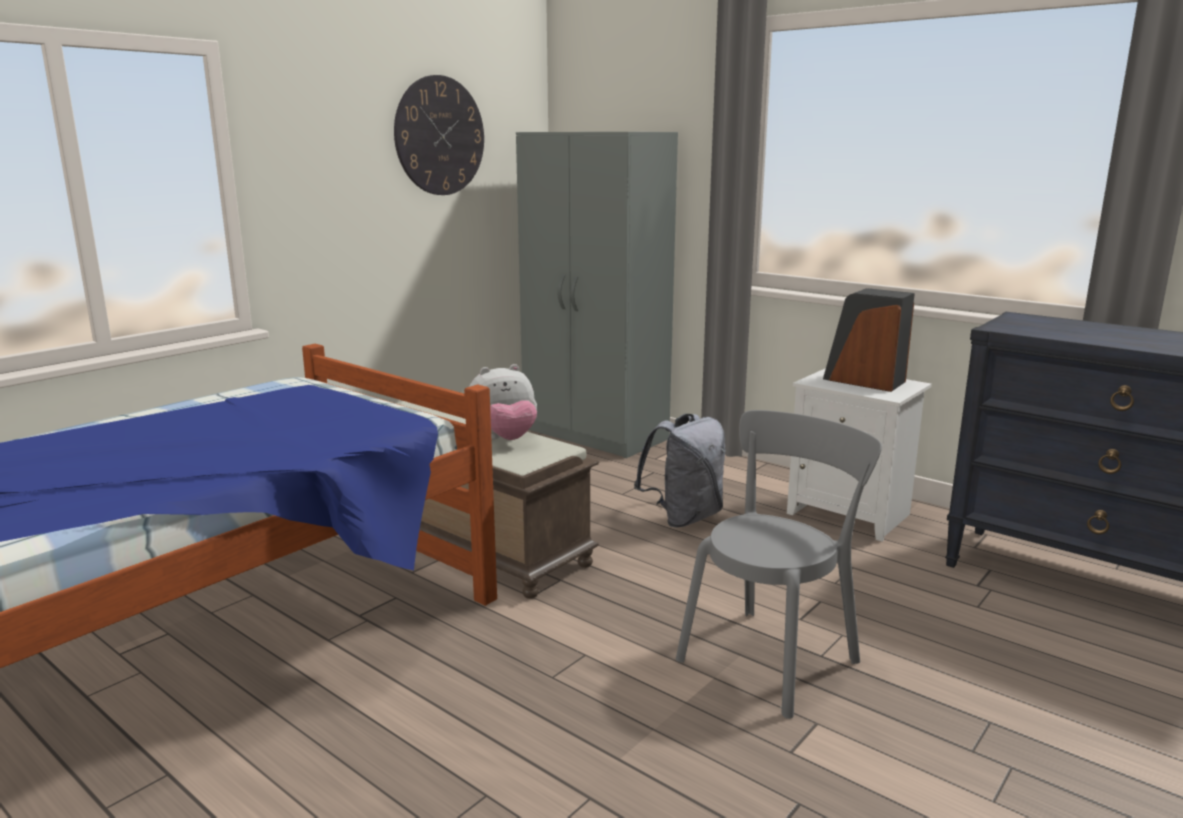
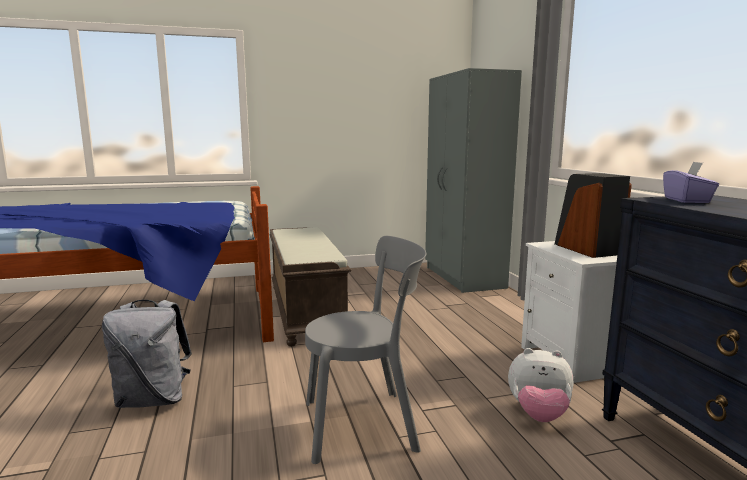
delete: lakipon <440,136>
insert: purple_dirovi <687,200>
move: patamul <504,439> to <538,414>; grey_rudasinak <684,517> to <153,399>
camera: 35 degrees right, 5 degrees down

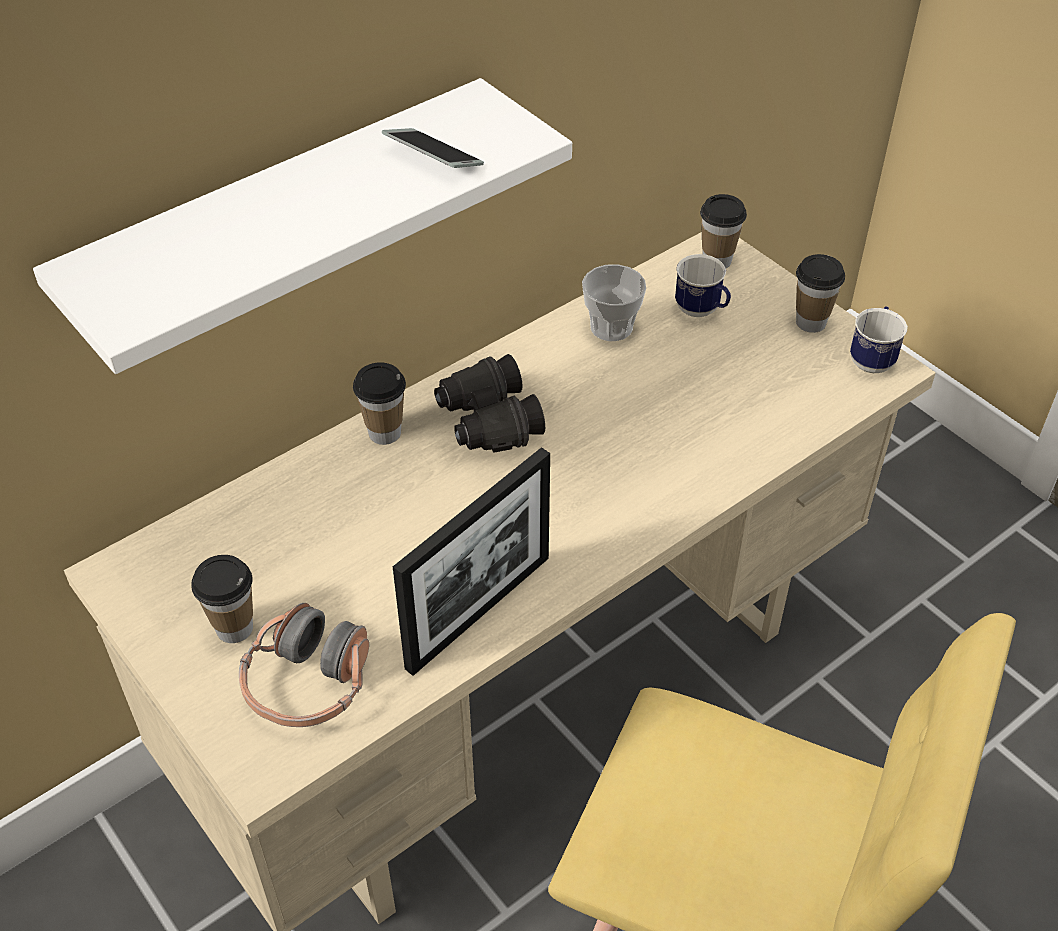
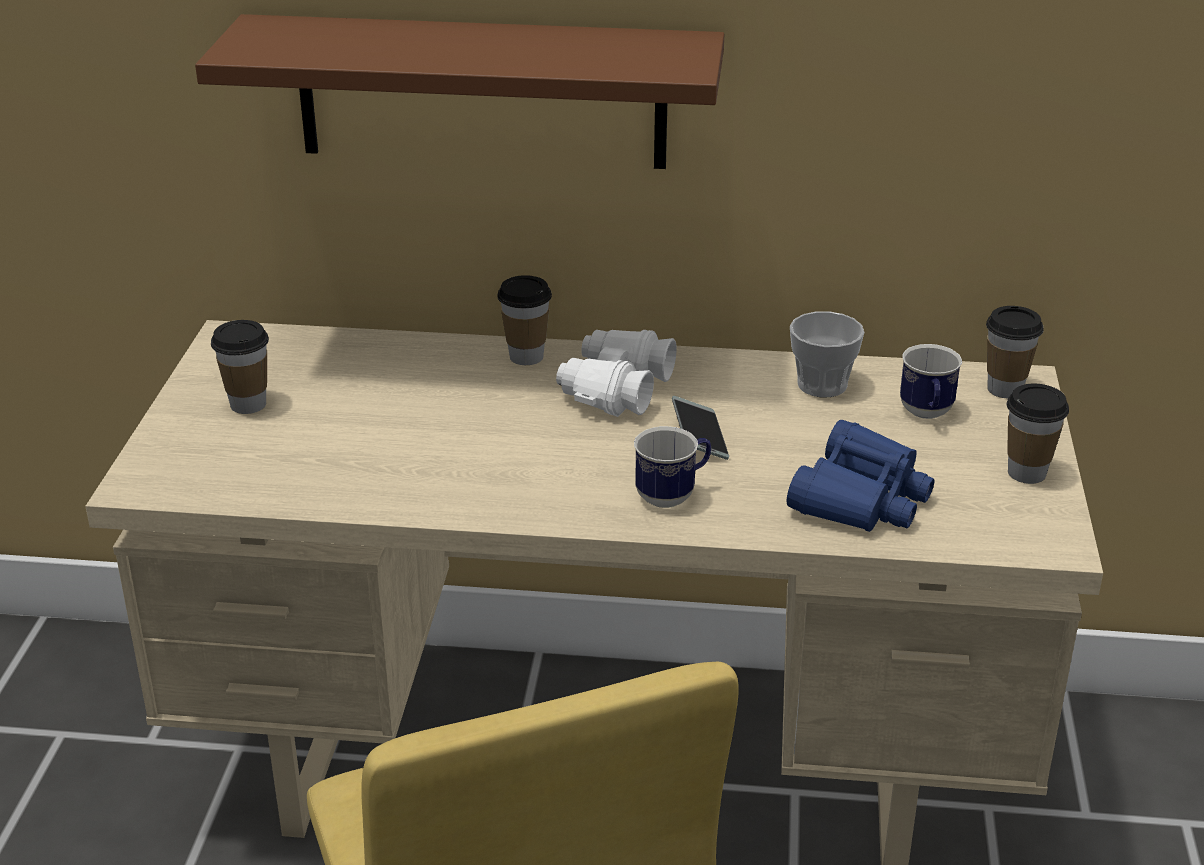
delete: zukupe <479,612>; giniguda <308,683>
insert: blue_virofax <861,498>
move: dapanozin <433,157> to <699,436>; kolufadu <872,358> to <673,495>
recolor: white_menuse <284,227> to brown_menuse <481,92>; black_virofax <488,421> to white_virofax <614,389>
camera: 45 degrees right, 15 degrees down

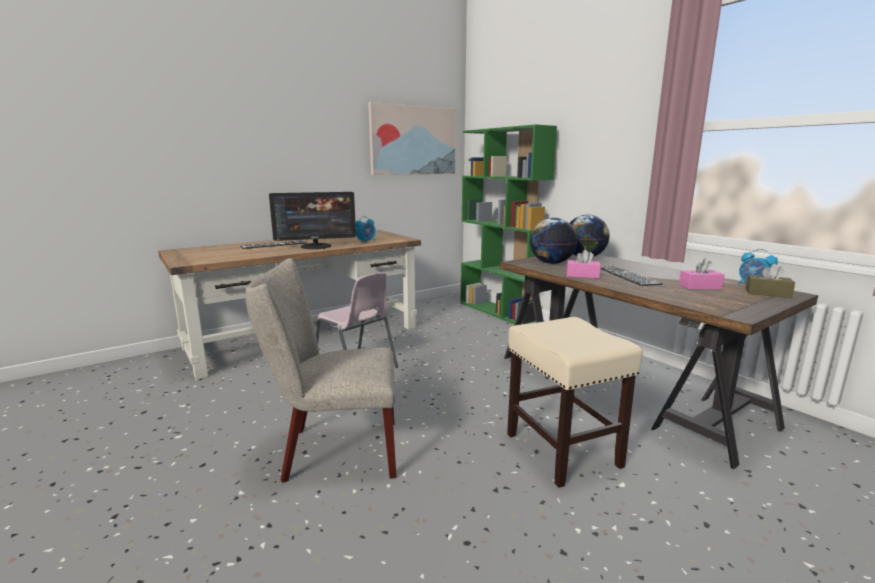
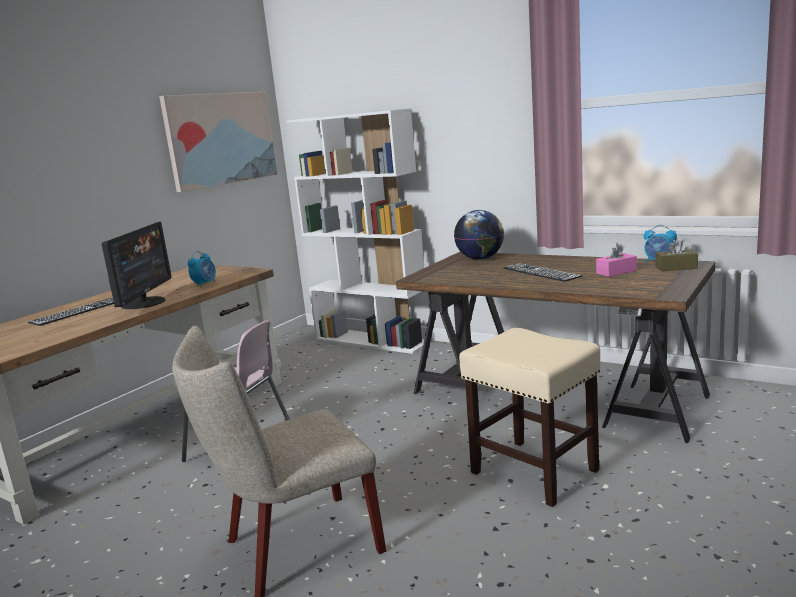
delete: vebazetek <551,263>; pink_dirovi <582,275>
recolor: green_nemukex <500,312> to white_nemukex <372,341>
rotate: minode <316,246> = <144,303> 45 degrees counterclockwise
camera: 20 degrees left, 0 degrees up

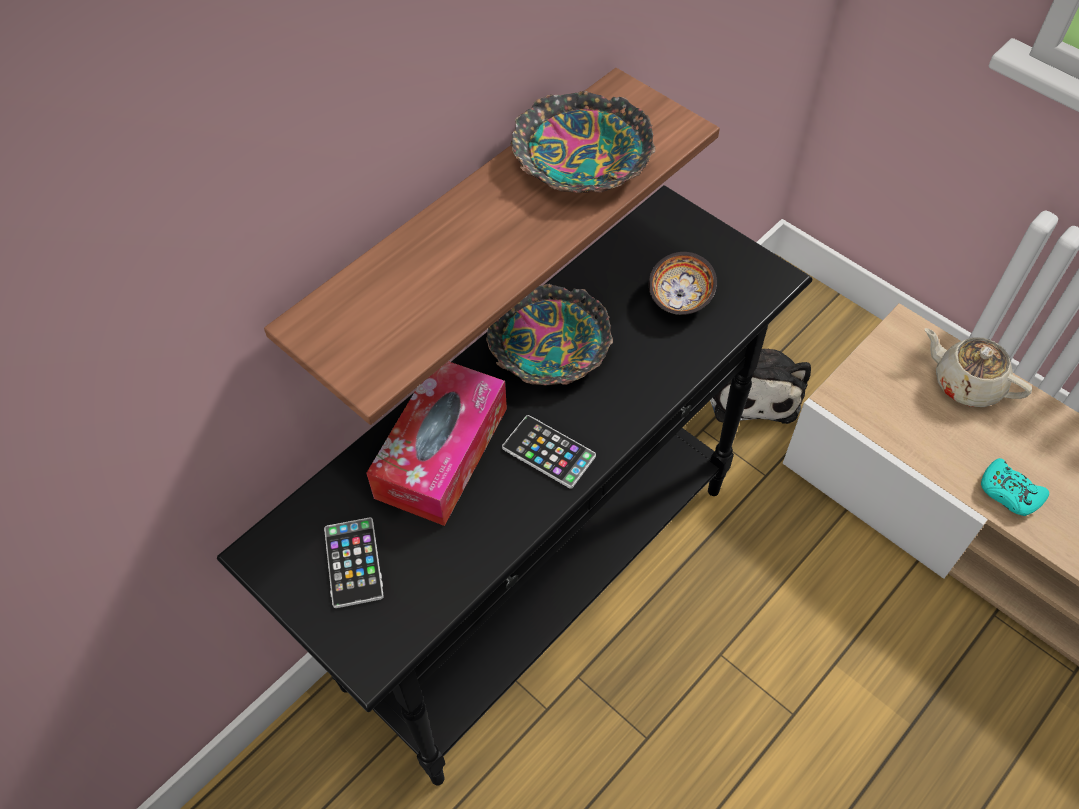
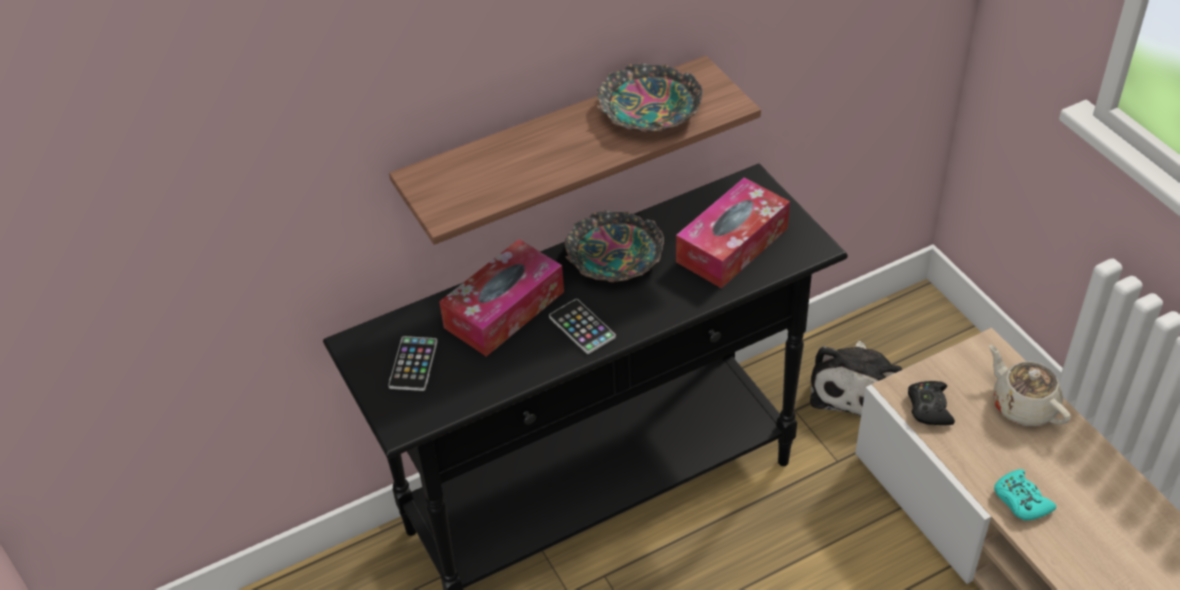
insert: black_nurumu <929,407>
replace: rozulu <680,297> to dirovi <732,245>
camera: 20 degrees right, 10 degrees down

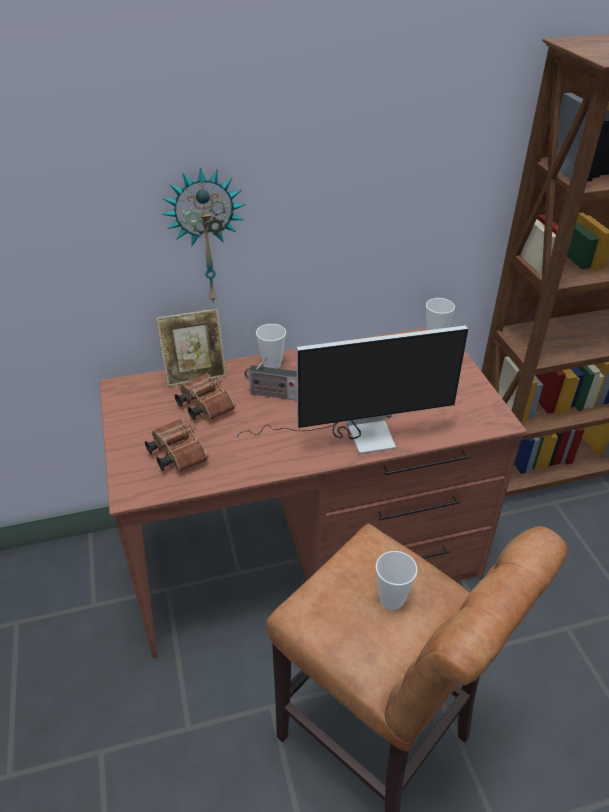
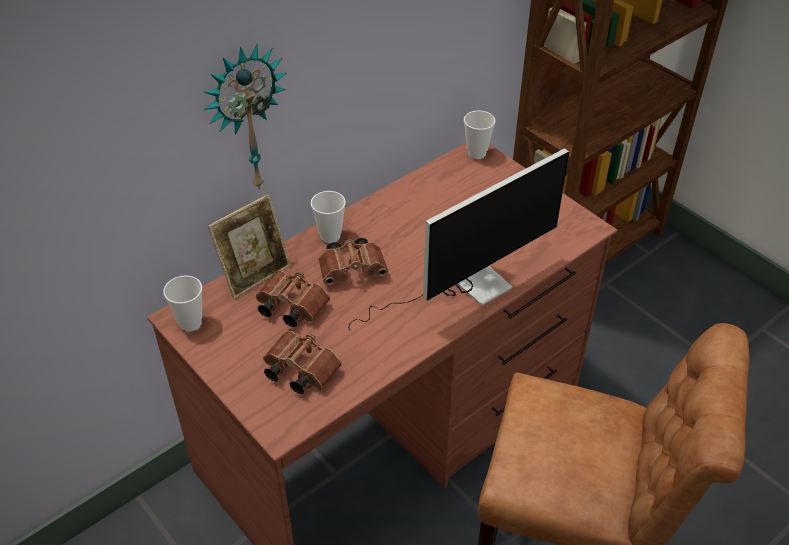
move: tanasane <391,600> to <190,323>
replace: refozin <272,395> to brown_virofax <354,271>
camera: 25 degrees left, 5 degrees up

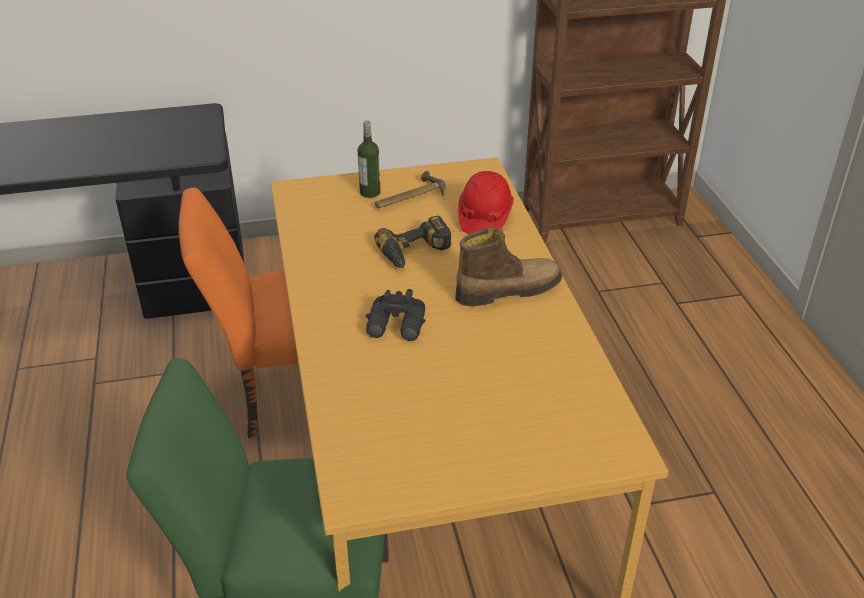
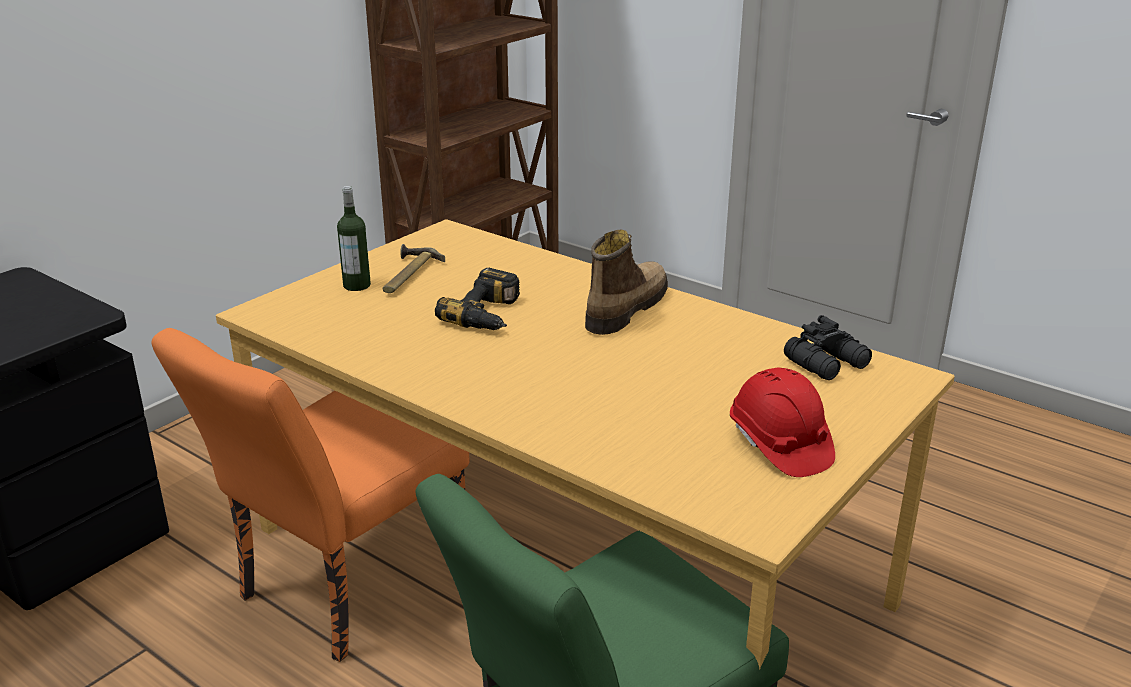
move: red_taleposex <484,217> to <779,445>; black_virofax <397,327> to <828,363>
camera: 40 degrees left, 10 degrees down

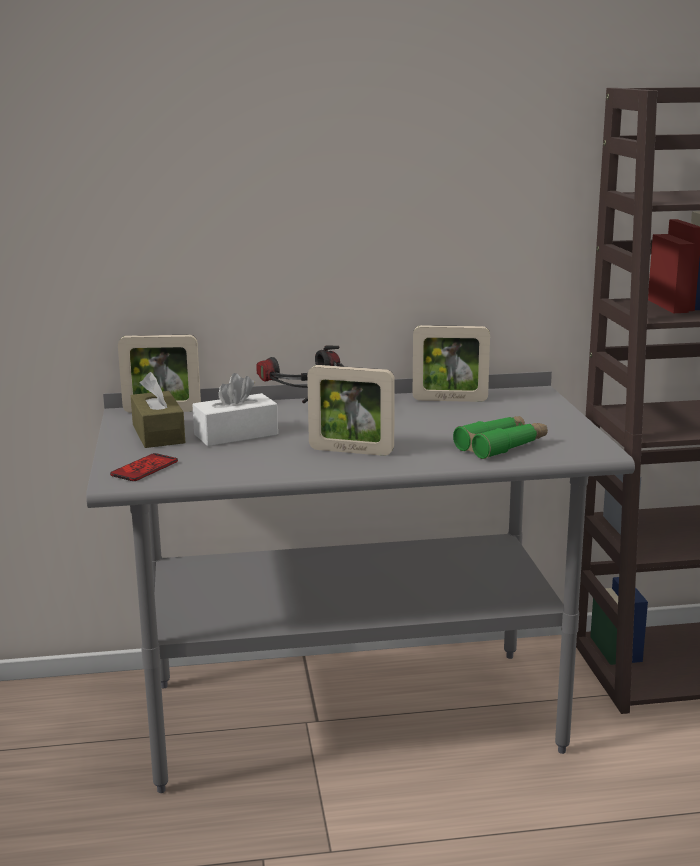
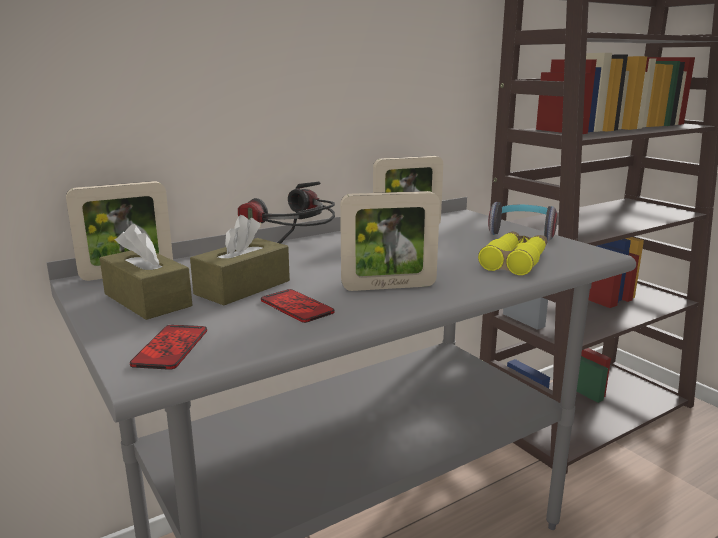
insert: giniguda <523,232>; dapanozin <296,307>
recolor: white_dirovi <236,434> to brown_dirovi <243,287>; green_virofax <501,446> to yellow_virofax <515,261>
camera: 25 degrees left, 0 degrees up

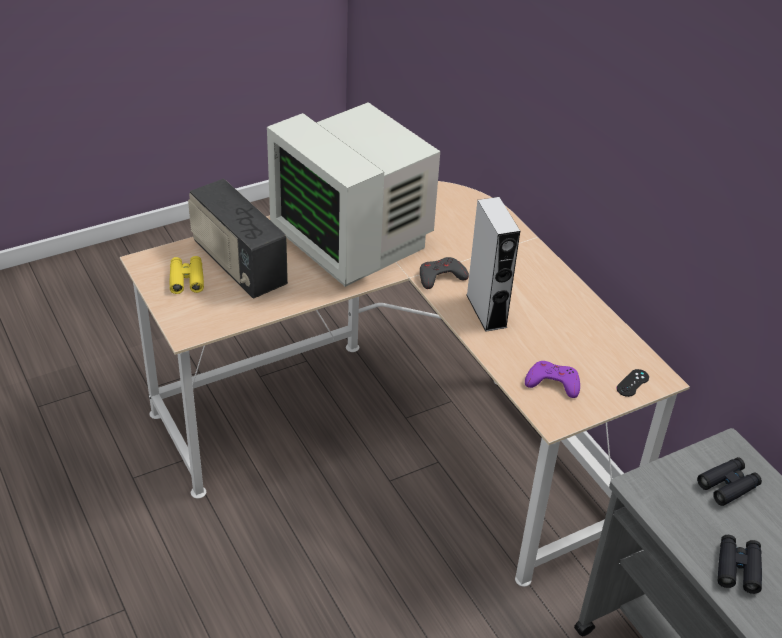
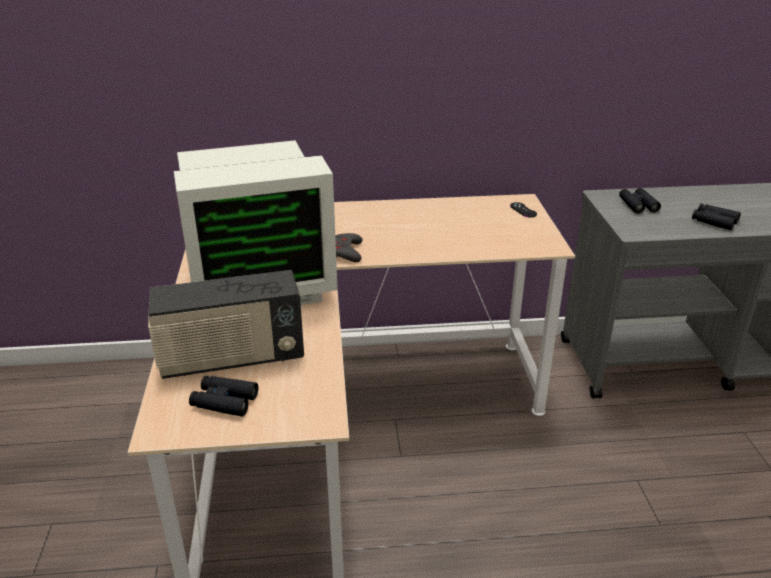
delete: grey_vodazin <486,311>; purple_nurumu <553,383>
recolor: yellow_virofax <187,279> to black_virofax <224,401>
camera: 65 degrees left, 10 degrees down

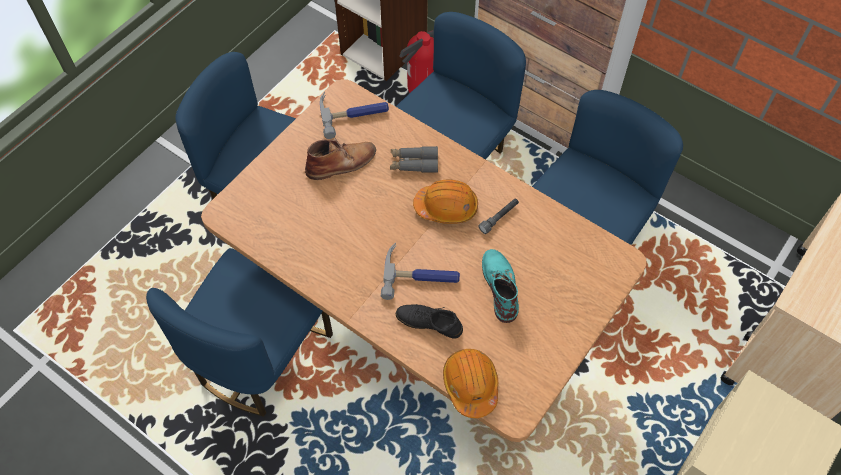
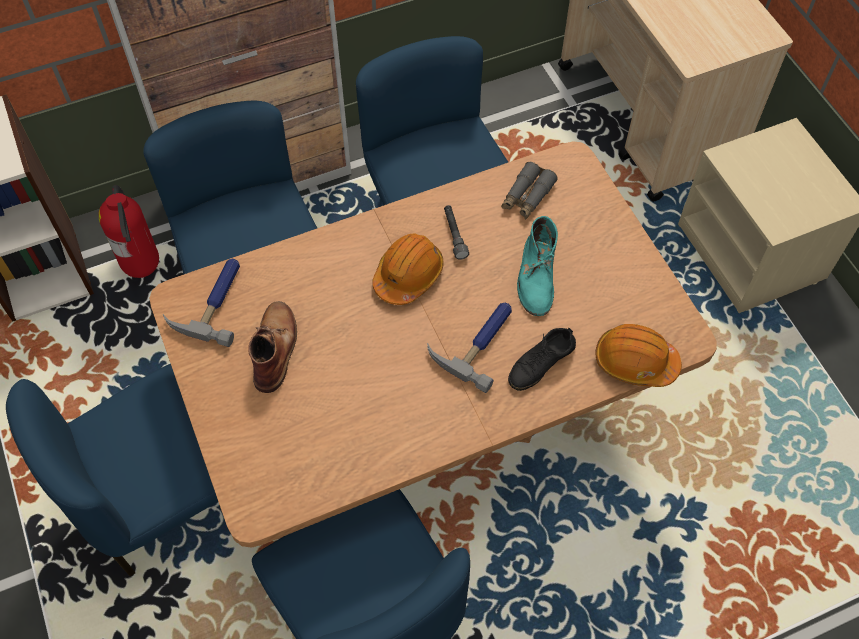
move: grey_virofax <414,163> to <527,196>
rotate: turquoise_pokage <500,286> = <537,277> 105 degrees counterclockwise
camera: 60 degrees left, 0 degrees up

